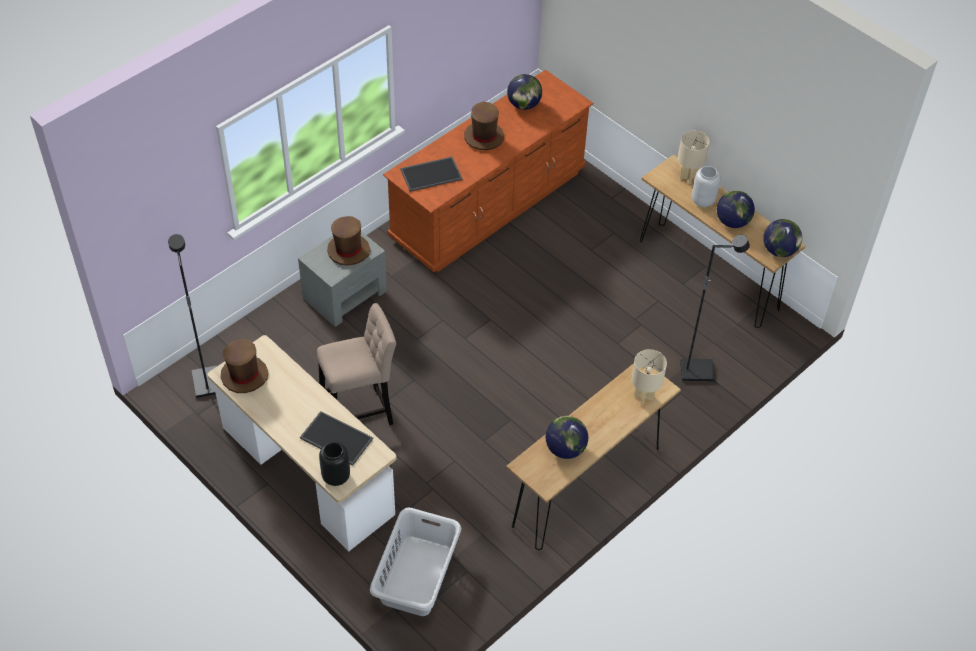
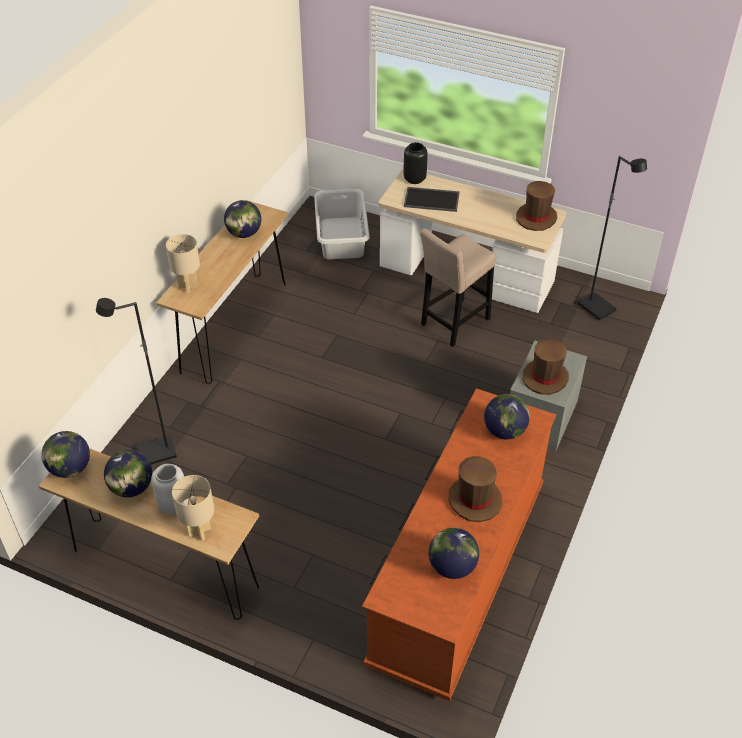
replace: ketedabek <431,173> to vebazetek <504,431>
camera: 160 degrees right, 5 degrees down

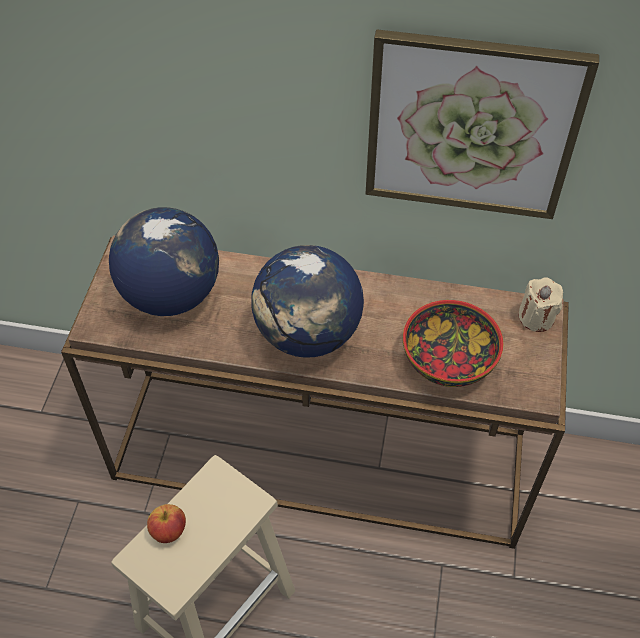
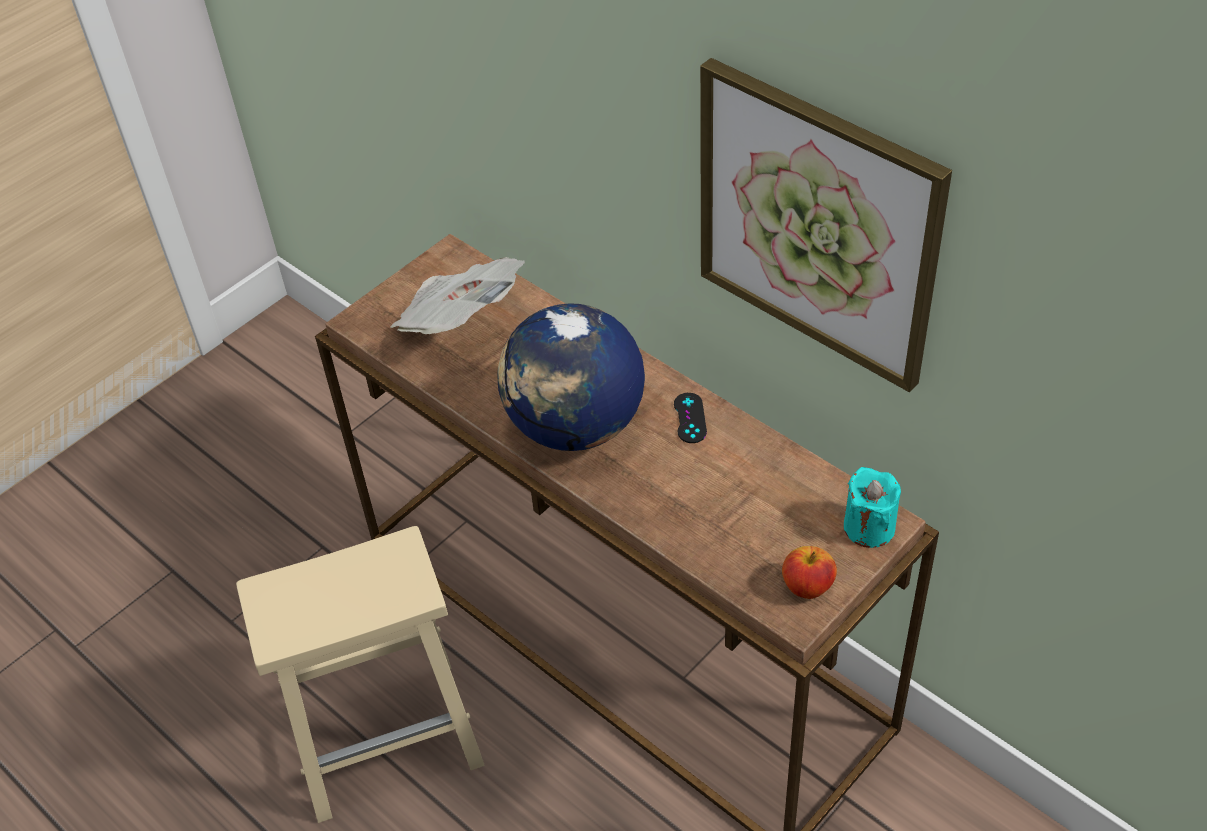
delete: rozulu <447,360>
insert: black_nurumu <690,418>
move: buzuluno <169,531> to <807,587>
replace: vebazetek <171,295> to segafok <461,321>
recolor: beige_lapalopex <536,317> to turquoise_lapalopex <869,527>
camera: 35 degrees right, 5 degrees down

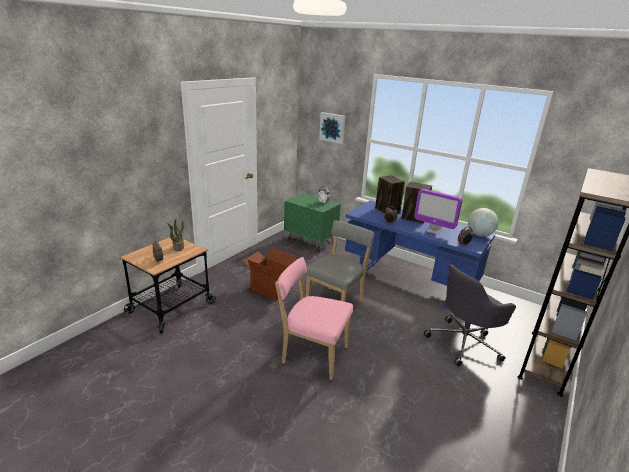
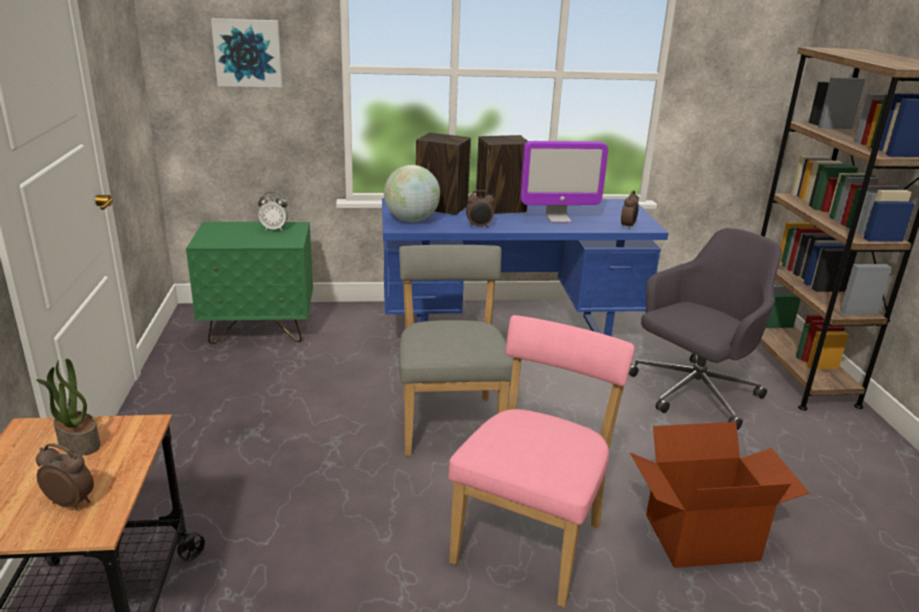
move: vebazetek <479,235> to <411,220>; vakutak <272,289> to <700,536>
rotate: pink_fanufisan <312,354> = <532,539> 135 degrees clockwise; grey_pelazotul <464,342> = <692,393> 150 degrees counterclockwise
camera: 40 degrees left, 0 degrees up

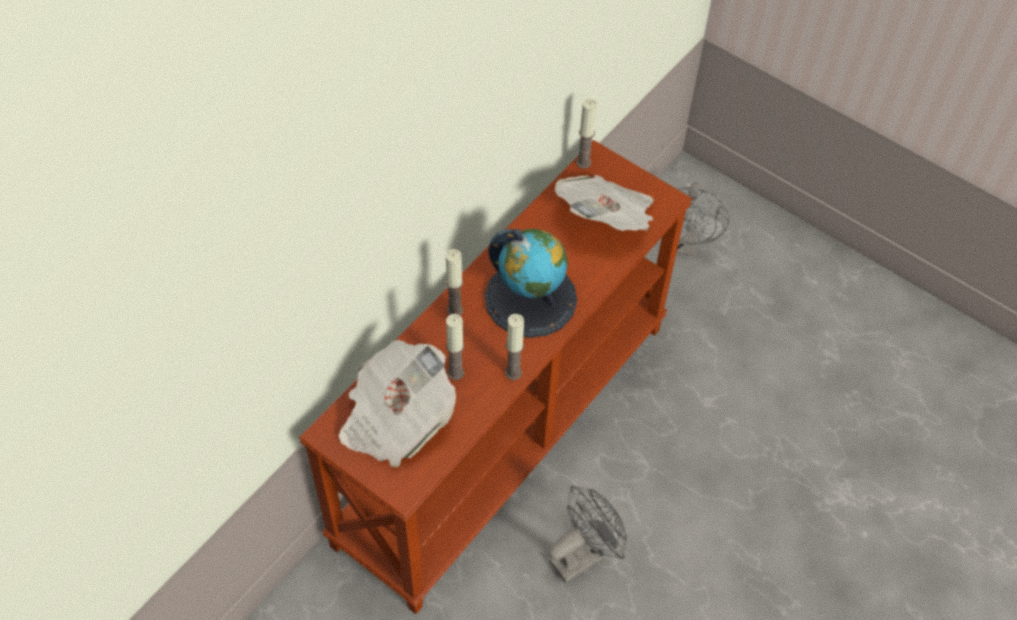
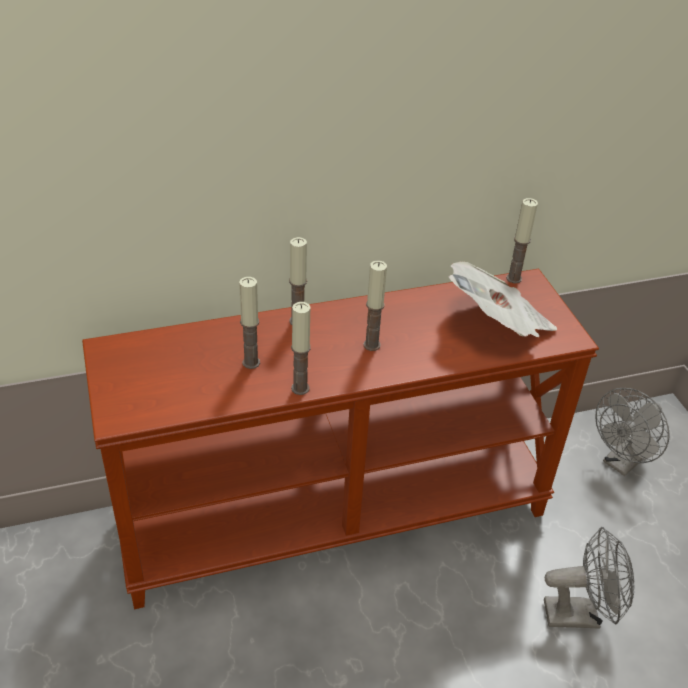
delete: segafok <396,419>
move: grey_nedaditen <583,554> to <580,614>
replace: vebazetek <531,298> to lapalopex <371,345>
camera: 35 degrees right, 15 degrees down

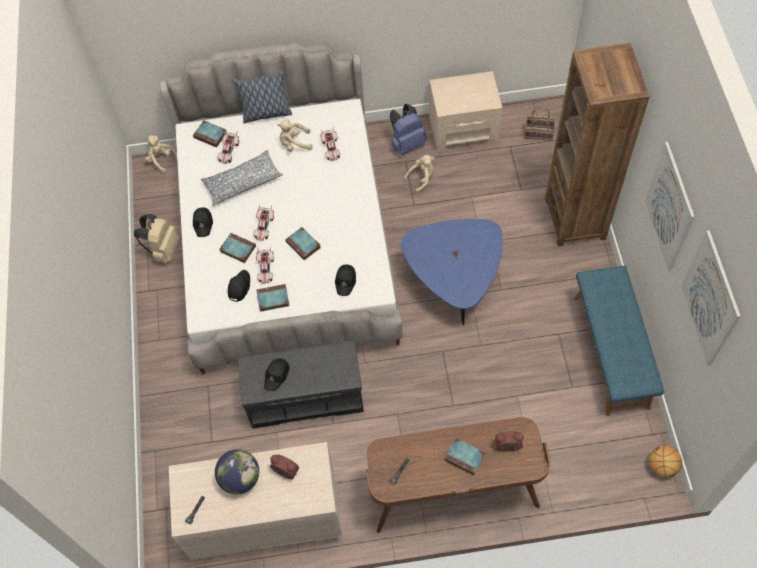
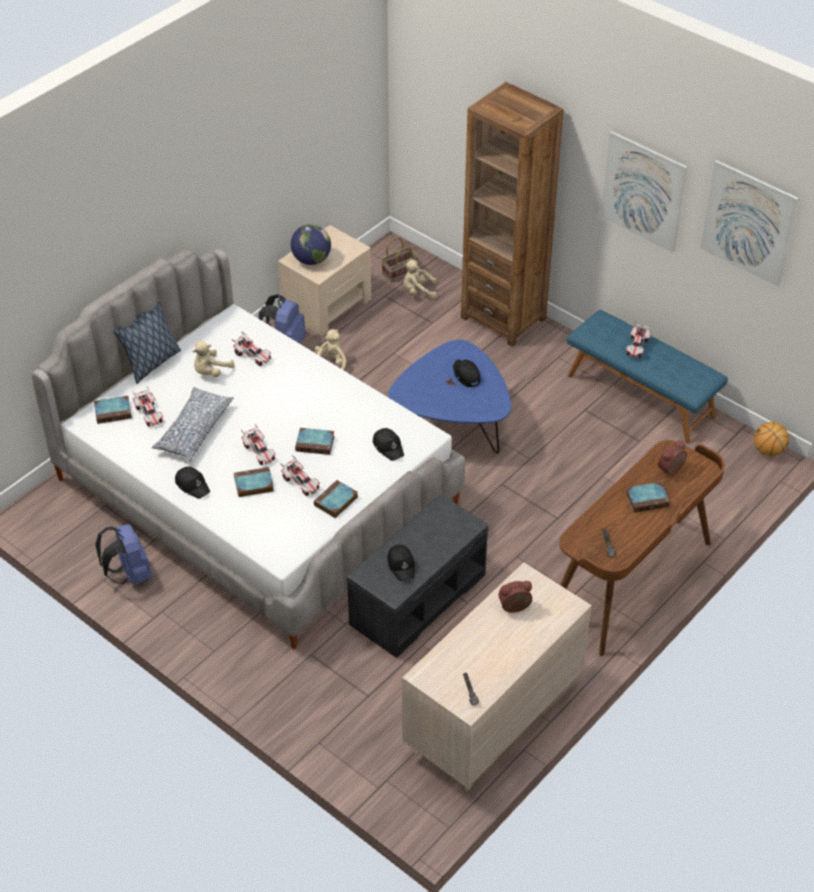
insert: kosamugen <637,347>
move: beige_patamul <161,160> to <418,291>; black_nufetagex <239,287> to <466,375>; vebazetek <240,478> to <311,260>
recolor: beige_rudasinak <163,250> to blue_rudasinak <129,574>
camera: 45 degrees left, 15 degrees down

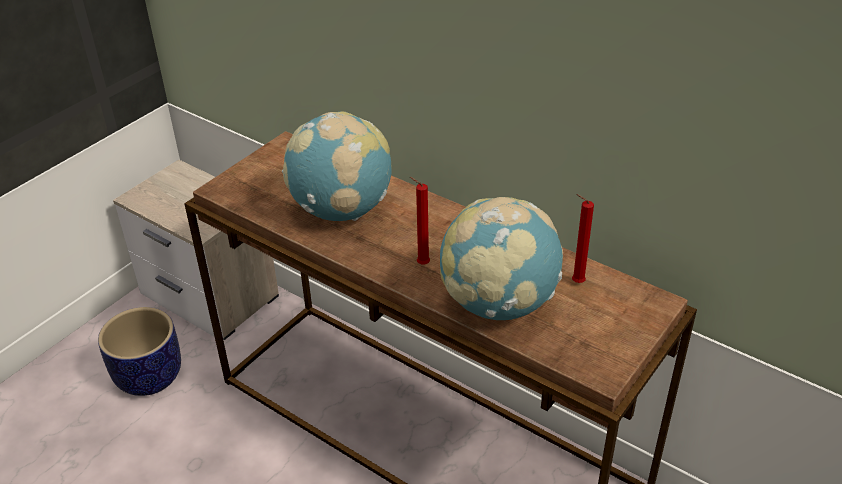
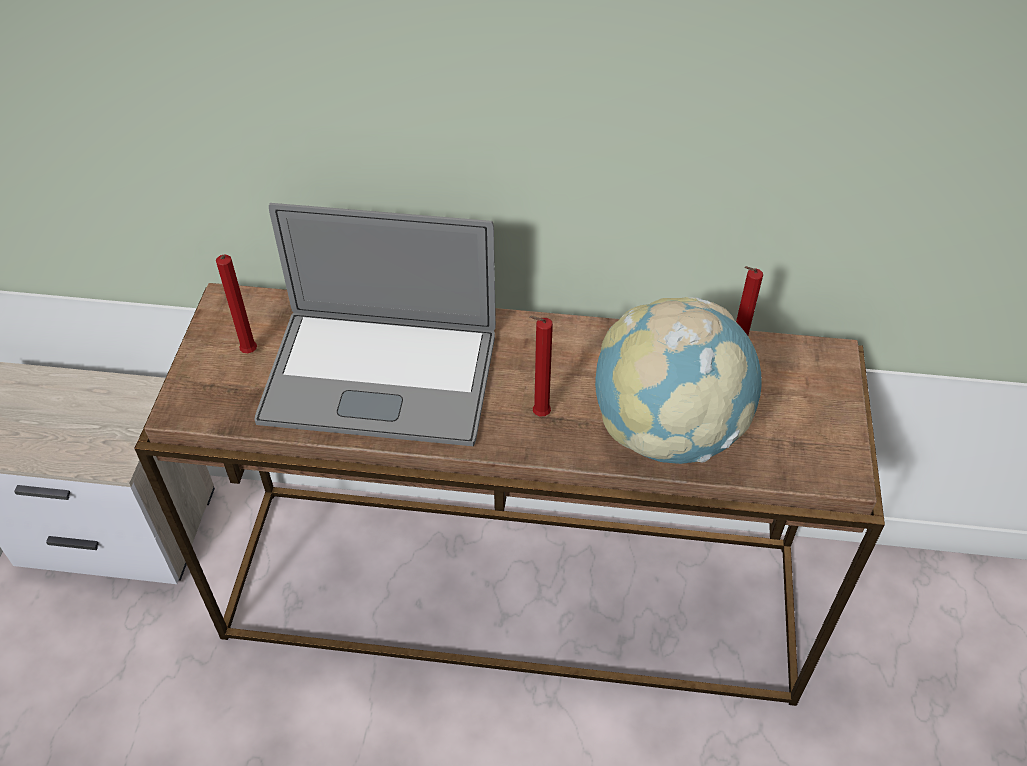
delete: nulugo <148,378>
insert: red_lapalopex <249,354>
replace: vebazetek <342,210> to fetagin <380,376>
camera: 30 degrees left, 10 degrees up

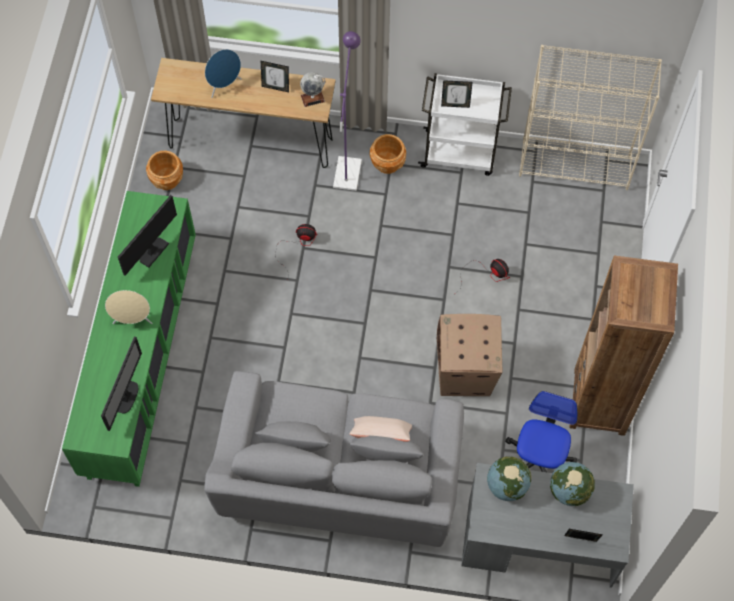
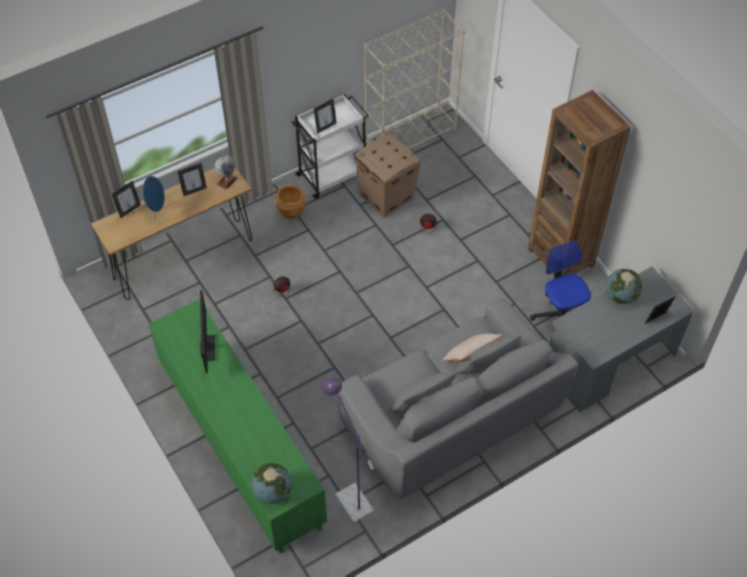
delete: brown_nulugo <167,179>; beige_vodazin <133,319>; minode <127,397>
insert: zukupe <129,210>
move: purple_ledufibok <348,167> to <350,497>; vakutak <465,374> to <387,196>; vebazetek <506,485> to <272,492>
camera: 40 degrees left, 10 degrees down

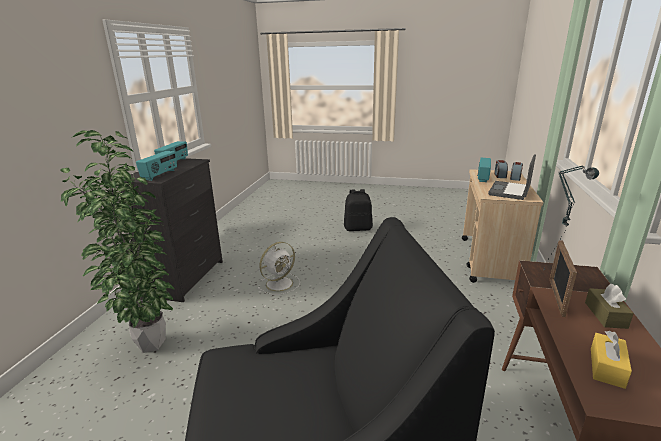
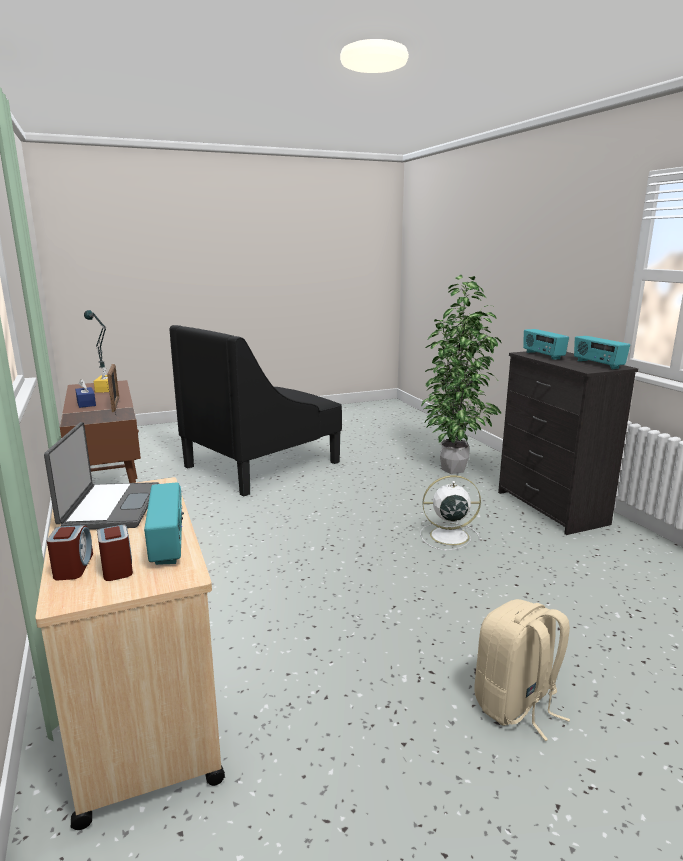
recolor: black_rudasinak <358,228> to beige_rudasinak <516,705>; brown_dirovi <605,315> to blue_dirovi <86,403>
rotate: white_nedaditen <280,283> = <447,536> 75 degrees clockwise
camera: 145 degrees right, 5 degrees down

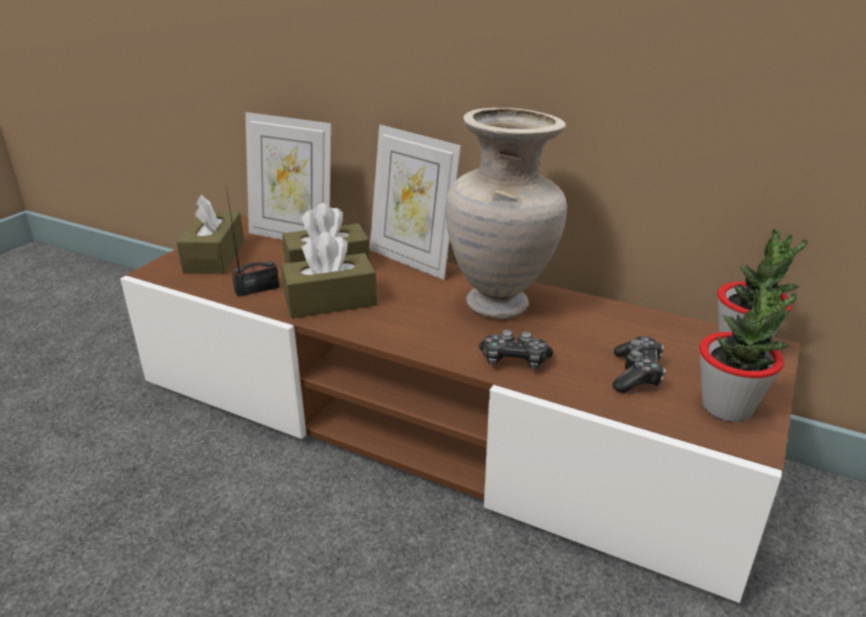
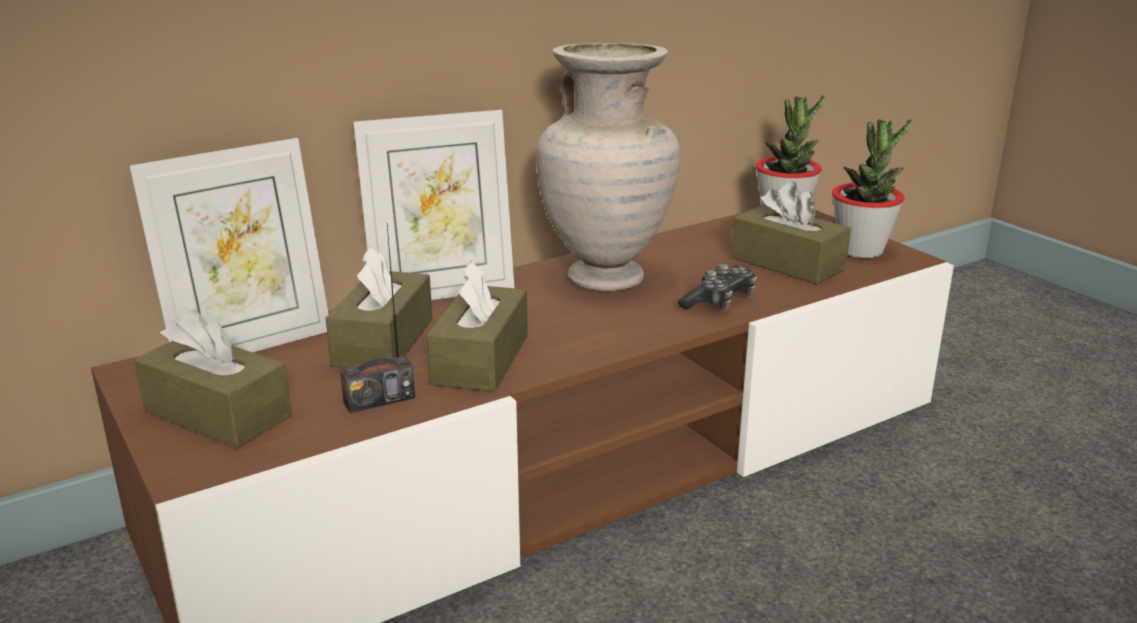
replace: nurumu <636,374> to brown_dirovi <787,263>
rotate: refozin <257,289> = <379,400> 120 degrees counterclockwise
camera: 60 degrees left, 5 degrees down

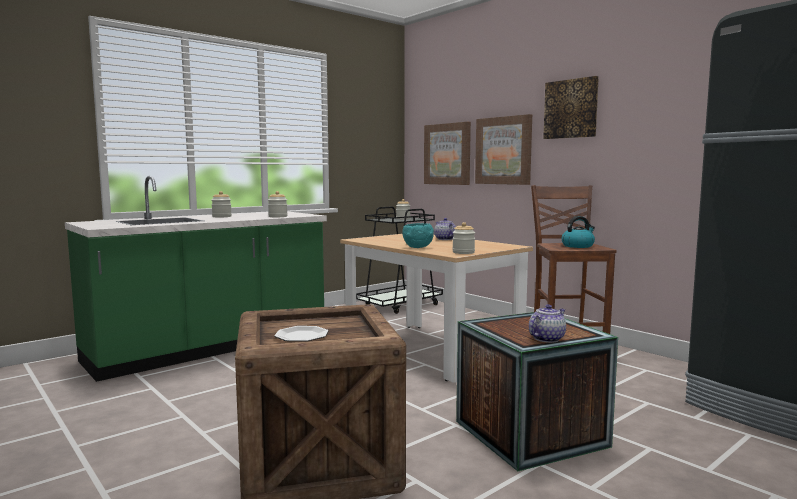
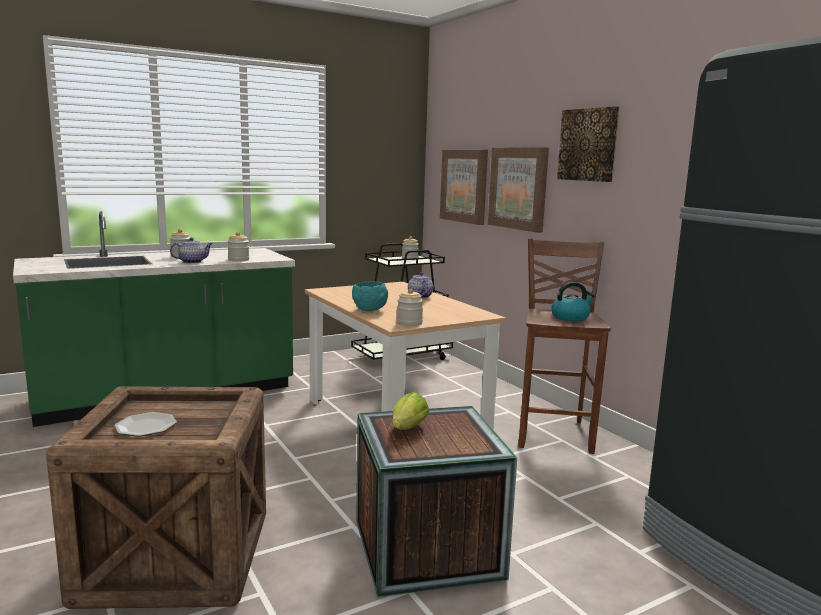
insert: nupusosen <407,430>
move: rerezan <547,338> to <192,262>
camera: 10 degrees right, 5 degrees up

